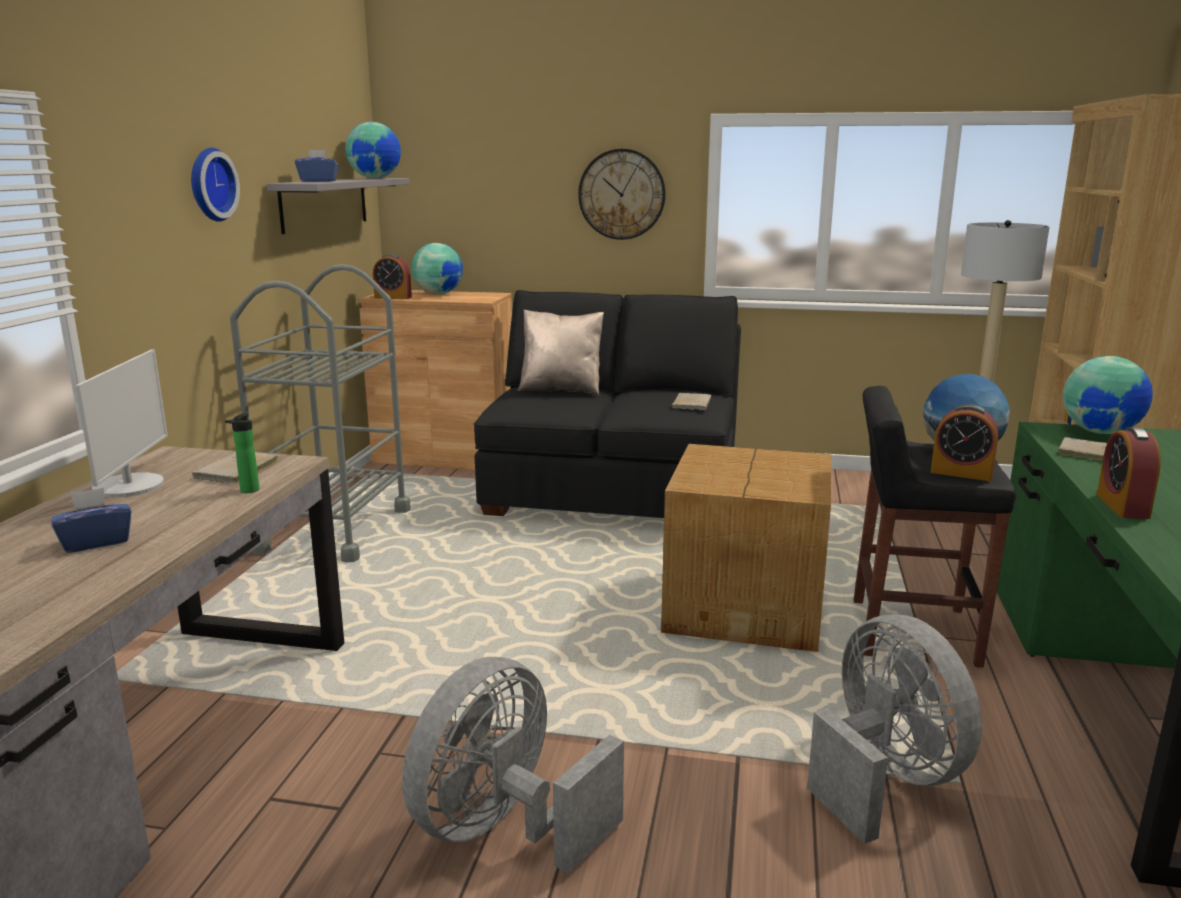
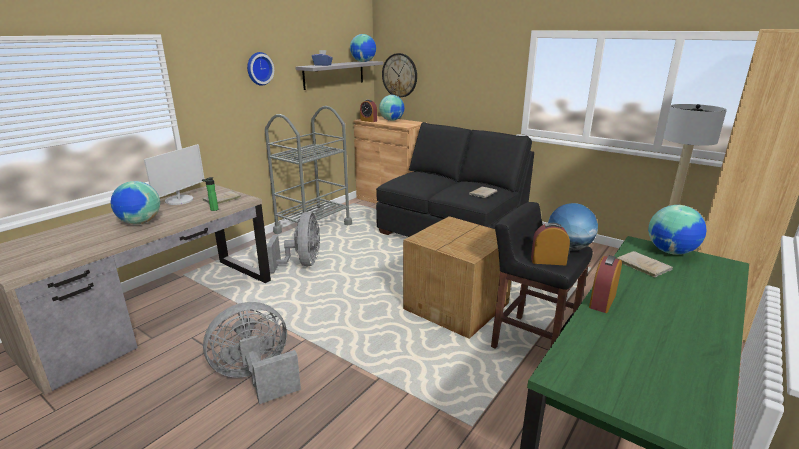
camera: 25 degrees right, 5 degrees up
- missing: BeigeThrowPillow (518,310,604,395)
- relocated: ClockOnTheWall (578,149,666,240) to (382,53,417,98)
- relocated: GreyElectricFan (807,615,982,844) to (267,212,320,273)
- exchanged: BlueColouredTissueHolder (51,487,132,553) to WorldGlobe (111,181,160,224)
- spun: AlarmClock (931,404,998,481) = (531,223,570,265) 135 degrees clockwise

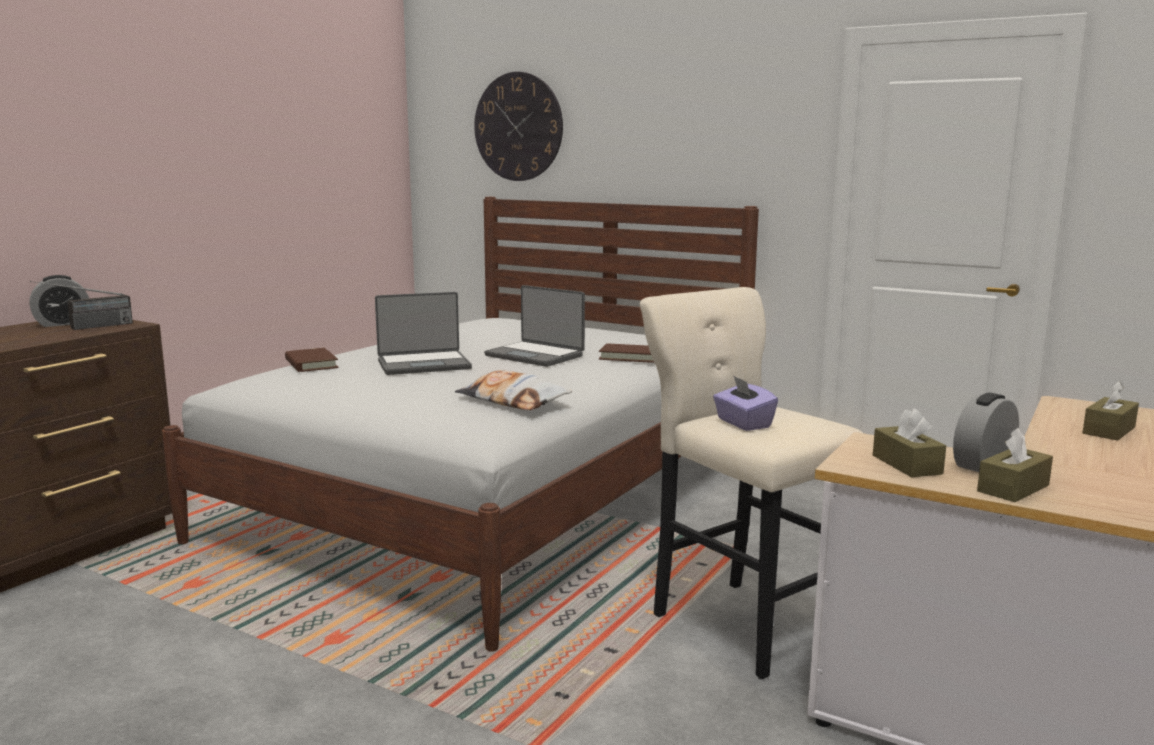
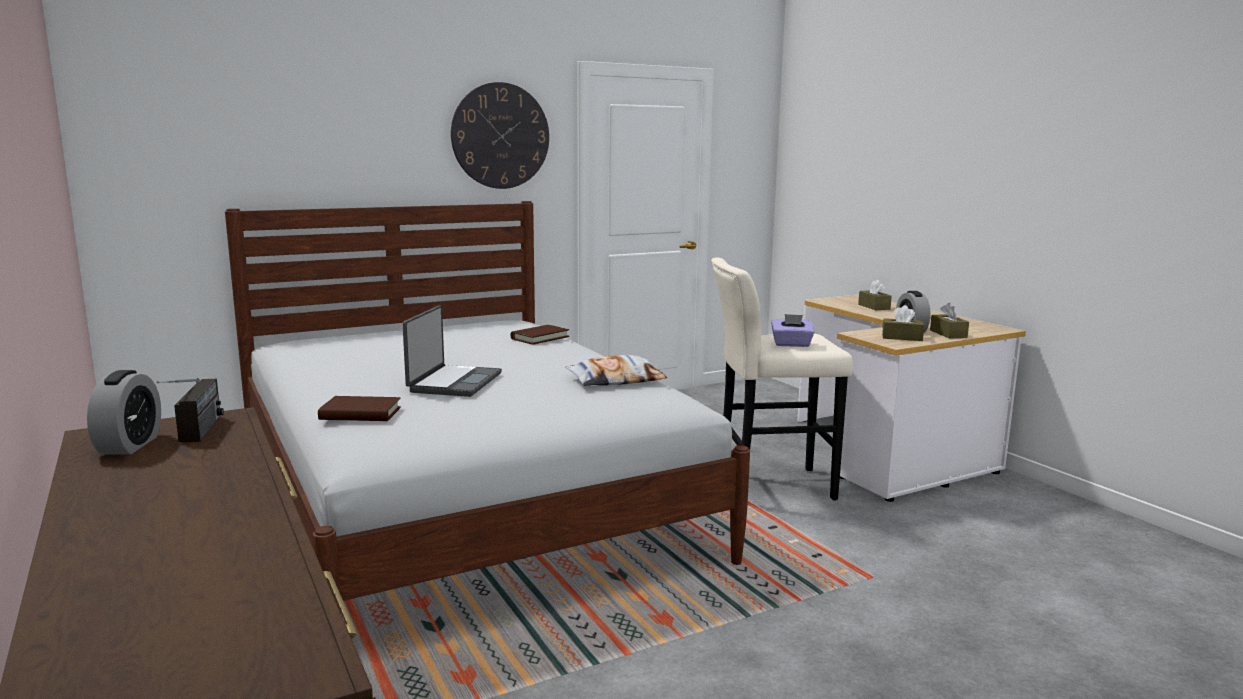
camera: 60 degrees left, 0 degrees up
- missing: PortableComputer (484,285,585,367)
- relocated: ClockOnTheWall (474,72,563,181) to (451,82,549,189)

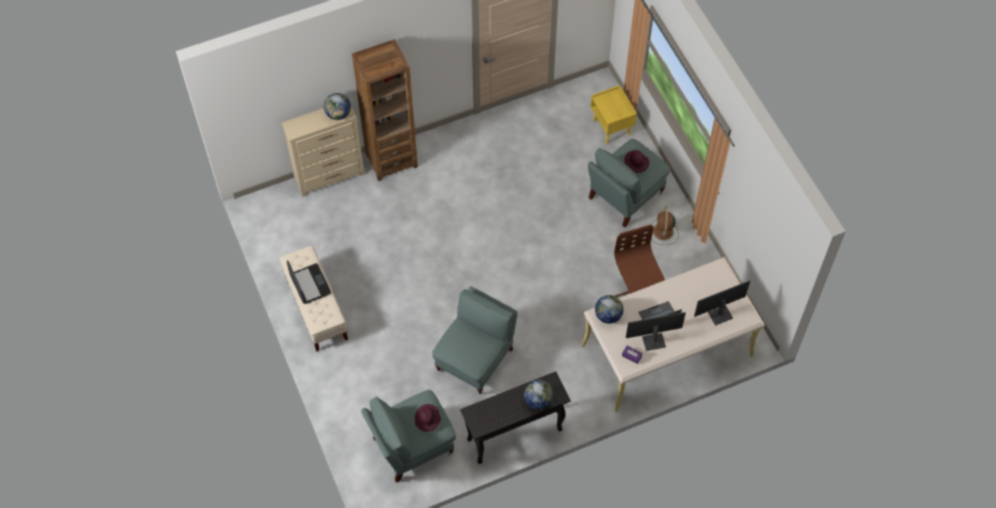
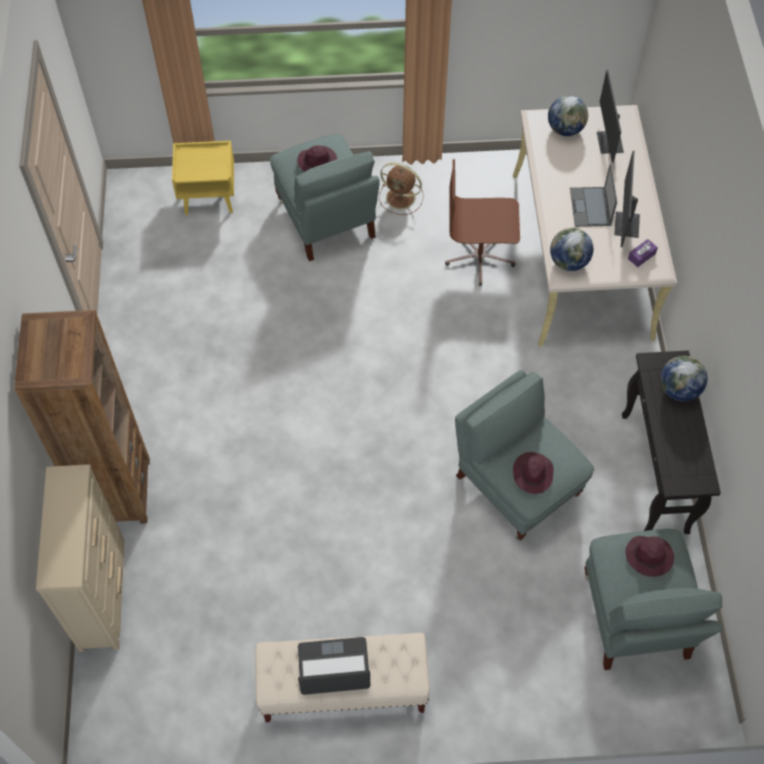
camera: 70 degrees left, 0 degrees up
- appeared: PurpleColouredClothingHat (513,452,553,494)
- relocated: WorldGlobe (324,93,351,120) to (548,95,588,136)

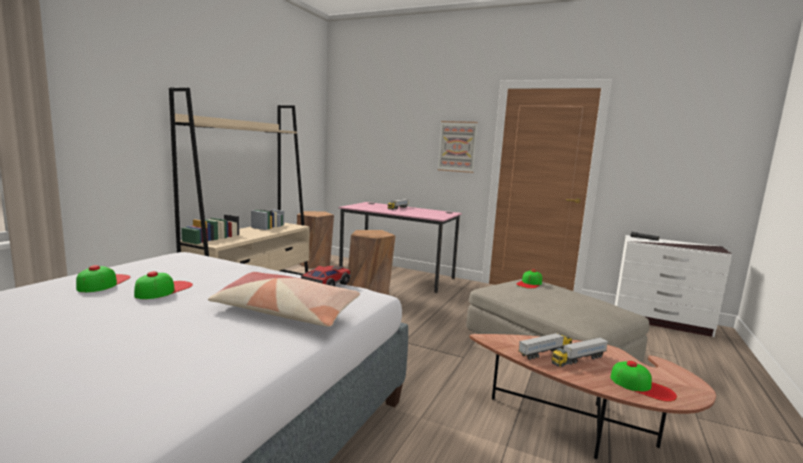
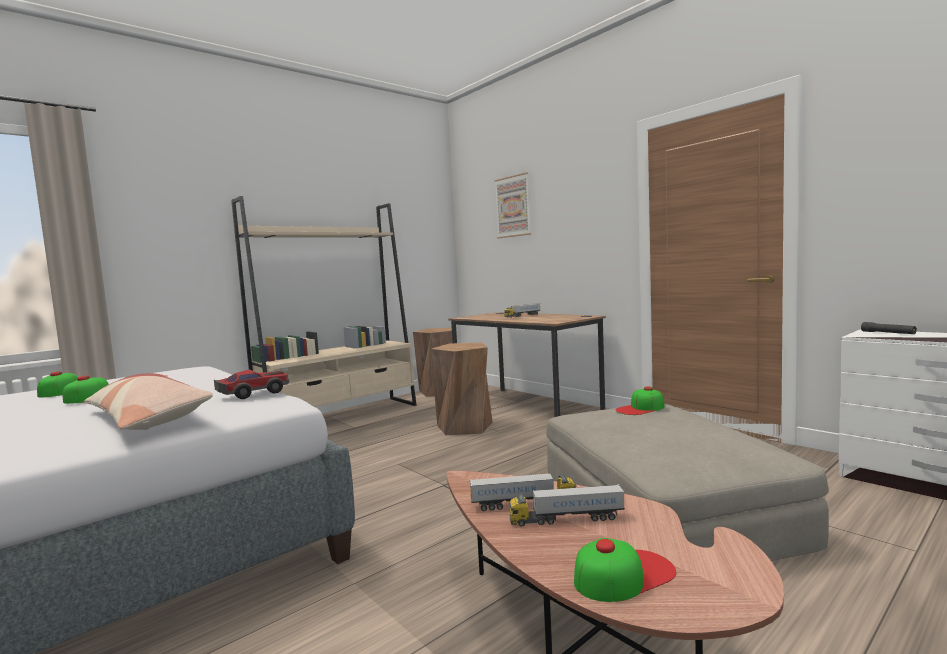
camera: 25 degrees right, 5 degrees down
- relocated: WallArt (438,121,478,173) to (494,172,531,238)
- colour: PinkColouredDeskTable (339,202,462,293) to BrownColouredDeskTable (449,312,606,417)
- spun: PeakedCap (610,361,677,402) = (574,538,676,602) 90 degrees counterclockwise

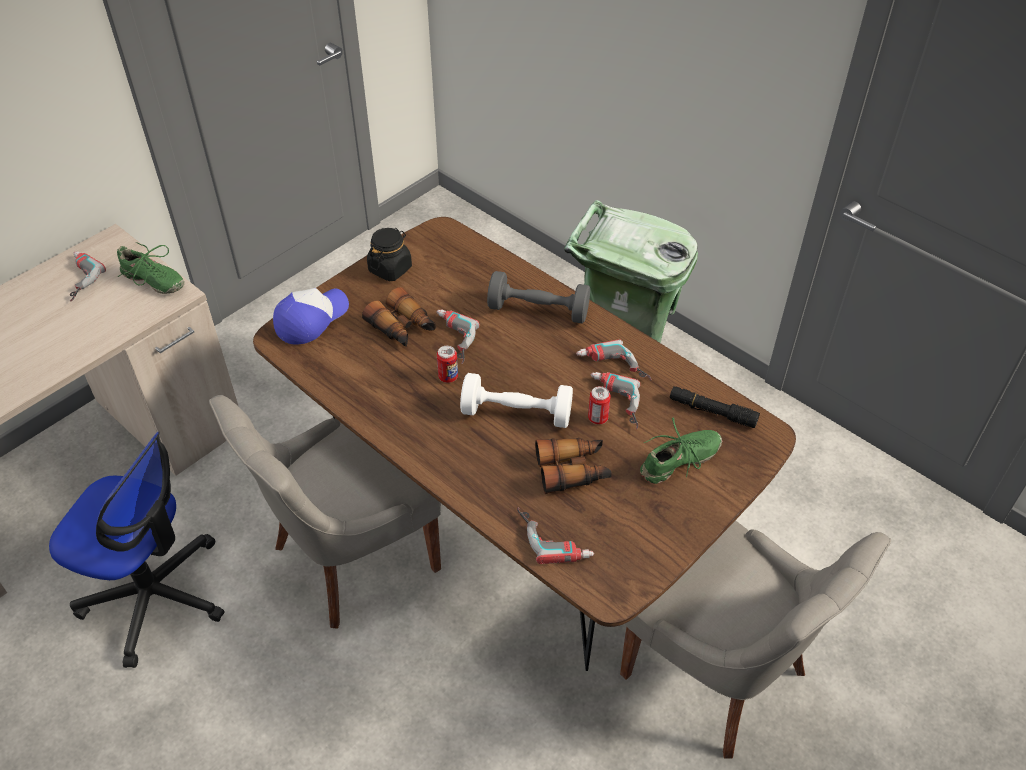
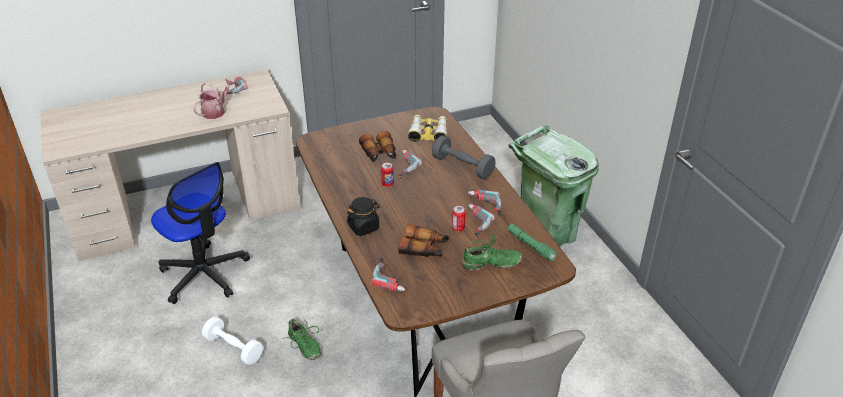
camera: 25 degrees right, 10 degrees down
- missing: GreyUprightChair (209,395,441,629)
- missing: PeakedCap (273,288,349,345)
- appeared: SprinklingCan (193,79,234,119)
- appeared: PairOfBinoculars (408,115,447,142)
- relocated: GreenColouredLowShoe (117,242,184,294) to (283,318,321,360)
- relocated: BlackColouredPreserveJar (367,228,412,281) to (347,197,380,236)
- relocated: WhiteDumbbell (460,373,573,428) to (202,317,263,365)
- colour: BlackColouredHandTorch (670,387,760,428) to GreenColouredHandTorch (508,224,557,261)

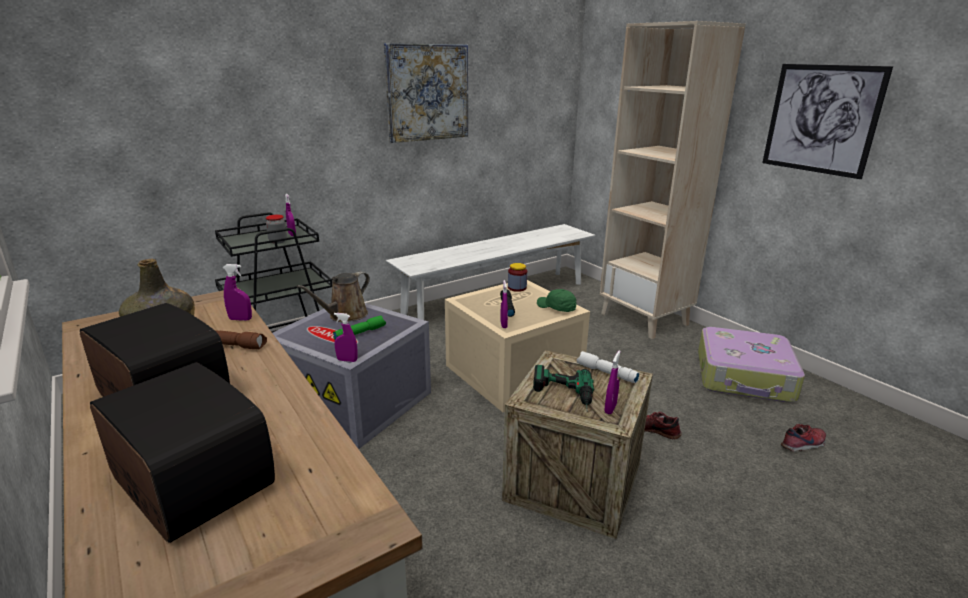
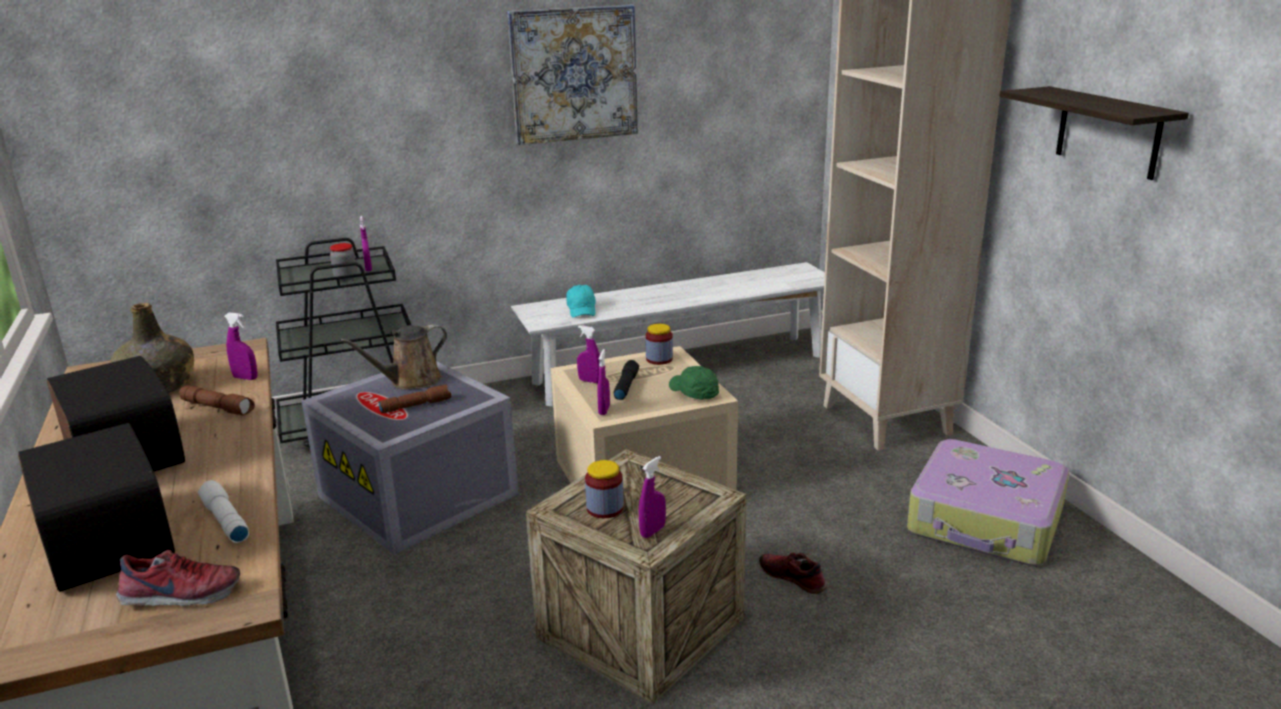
camera: 15 degrees right, 0 degrees up
- appeared: TurquoisePeakedCap (566,285,596,318)
- relocated: PurpleColouredHandSprayer (334,313,358,362) to (577,325,600,383)
- relocated: WhiteHandTorch (576,351,640,383) to (198,480,249,543)
- relocated: LowShoe (781,424,826,452) to (116,550,240,606)
- exchanged: PowerDrill (533,365,594,412) to PreserveJar (585,460,624,518)
- exchanged: WallArt (762,64,893,179) to BracketShelf (999,86,1189,180)
- colour: GreenColouredHandTorch (333,315,386,339) to BrownColouredHandTorch (378,385,451,413)

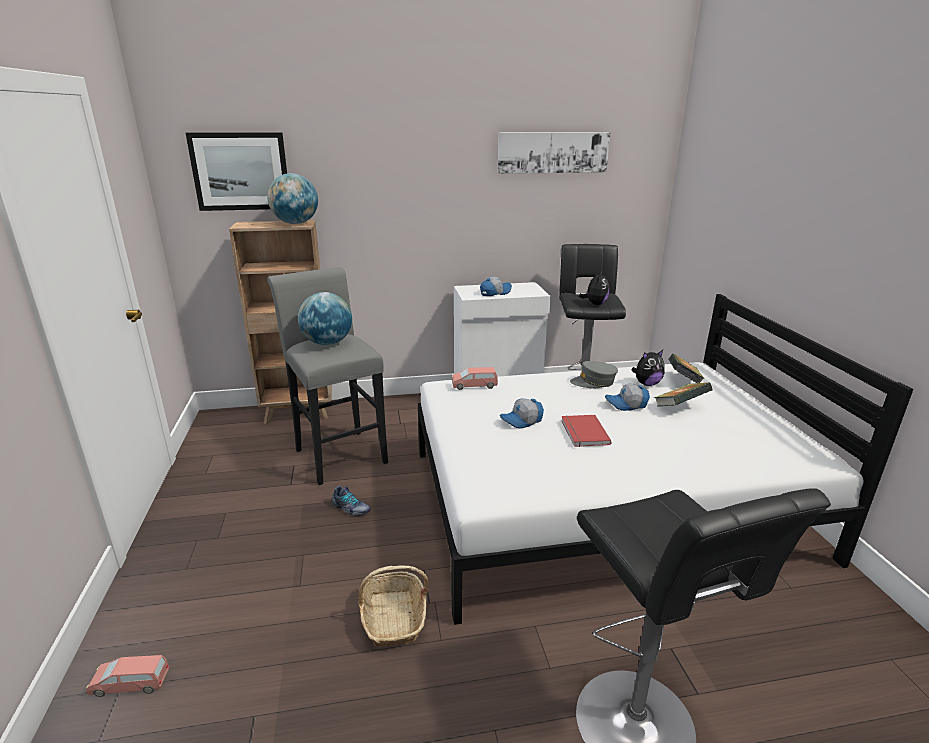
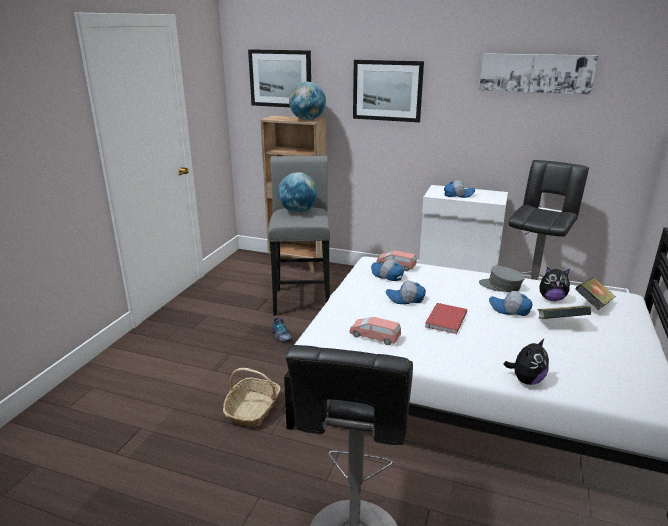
camera: 30 degrees right, 0 degrees up
- appeared: WallArt (353,60,424,122)
- appeared: PeakedCap (371,259,404,281)
- relocated: PinkColouredToyCar (86,655,169,697) to (350,317,401,345)
- relocated: SoftToy (579,270,609,305) to (504,338,549,385)

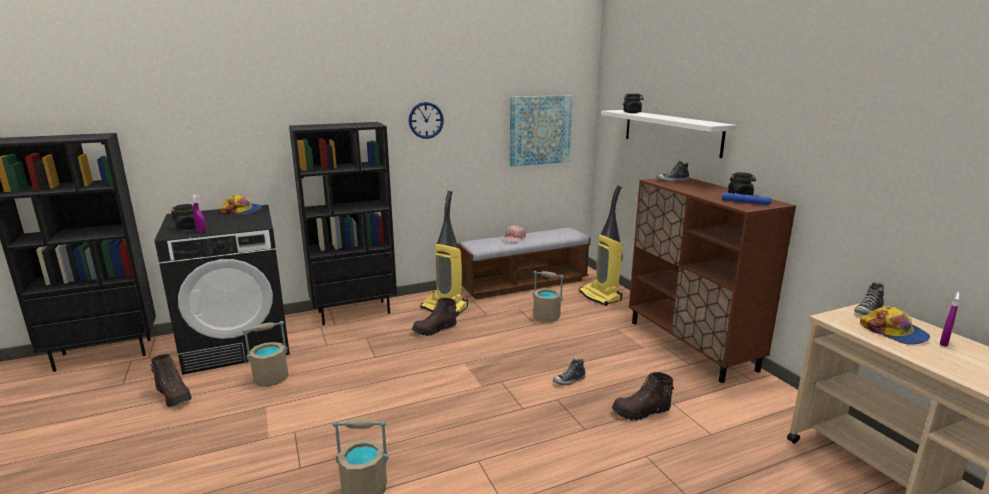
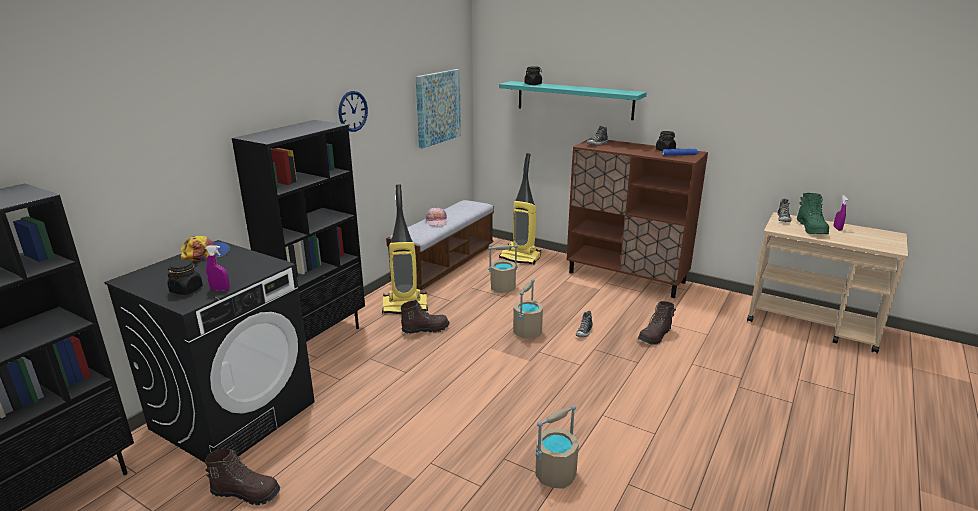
camera: 35 degrees left, 5 degrees up
- relocated: BeigePail (242,321,288,387) to (513,279,543,338)
- exchanged: PeakedCap (860,306,930,345) to GreenColouredHighTopBoot (797,193,829,234)
- colour: WhiteBracketShelf (601,110,737,158) to TurquoiseBracketShelf (499,81,647,120)
- spun: BrownColouredHighTopBoot (412,298,457,336) = (400,300,449,334) 135 degrees counterclockwise

